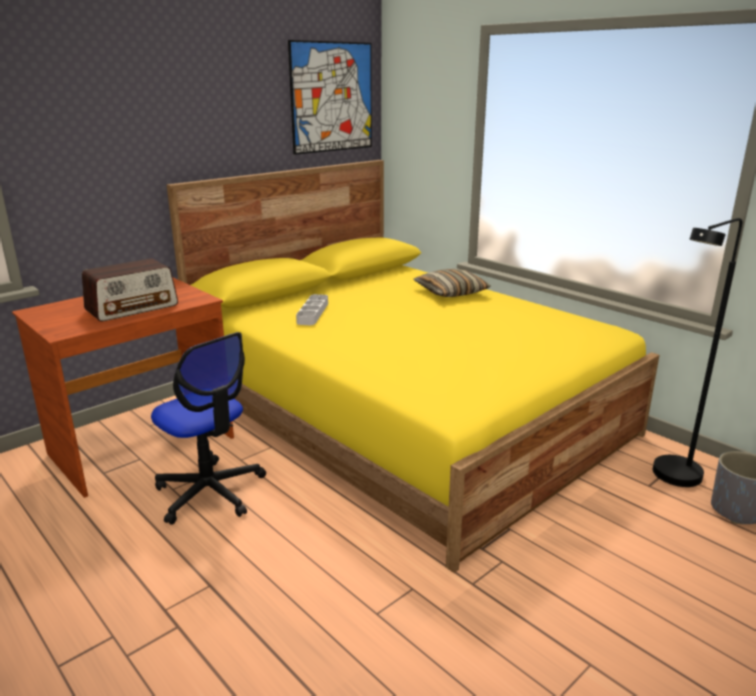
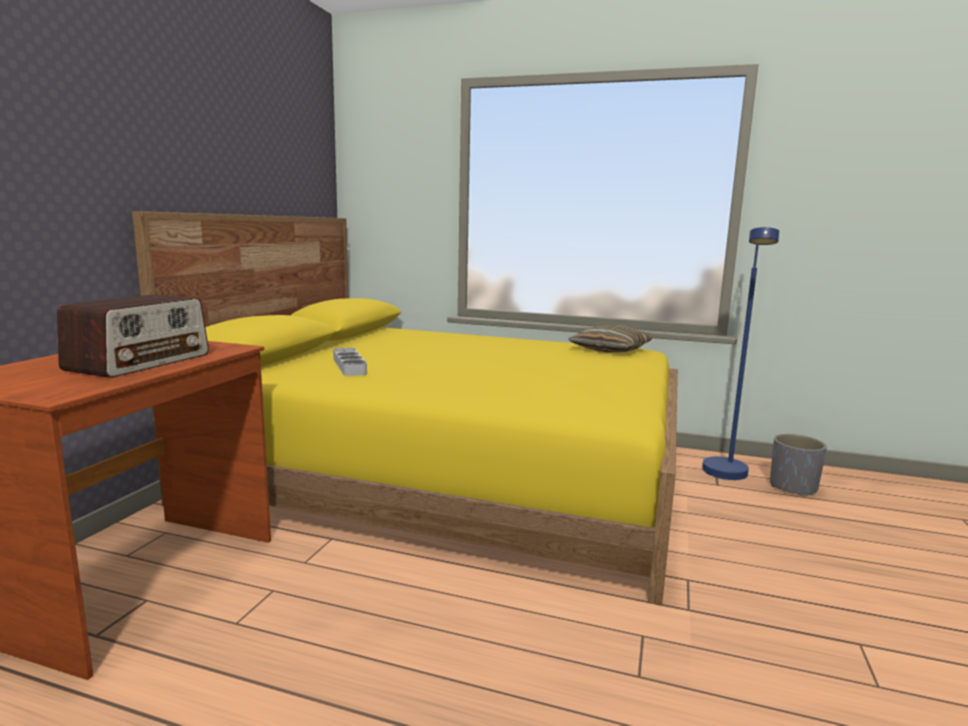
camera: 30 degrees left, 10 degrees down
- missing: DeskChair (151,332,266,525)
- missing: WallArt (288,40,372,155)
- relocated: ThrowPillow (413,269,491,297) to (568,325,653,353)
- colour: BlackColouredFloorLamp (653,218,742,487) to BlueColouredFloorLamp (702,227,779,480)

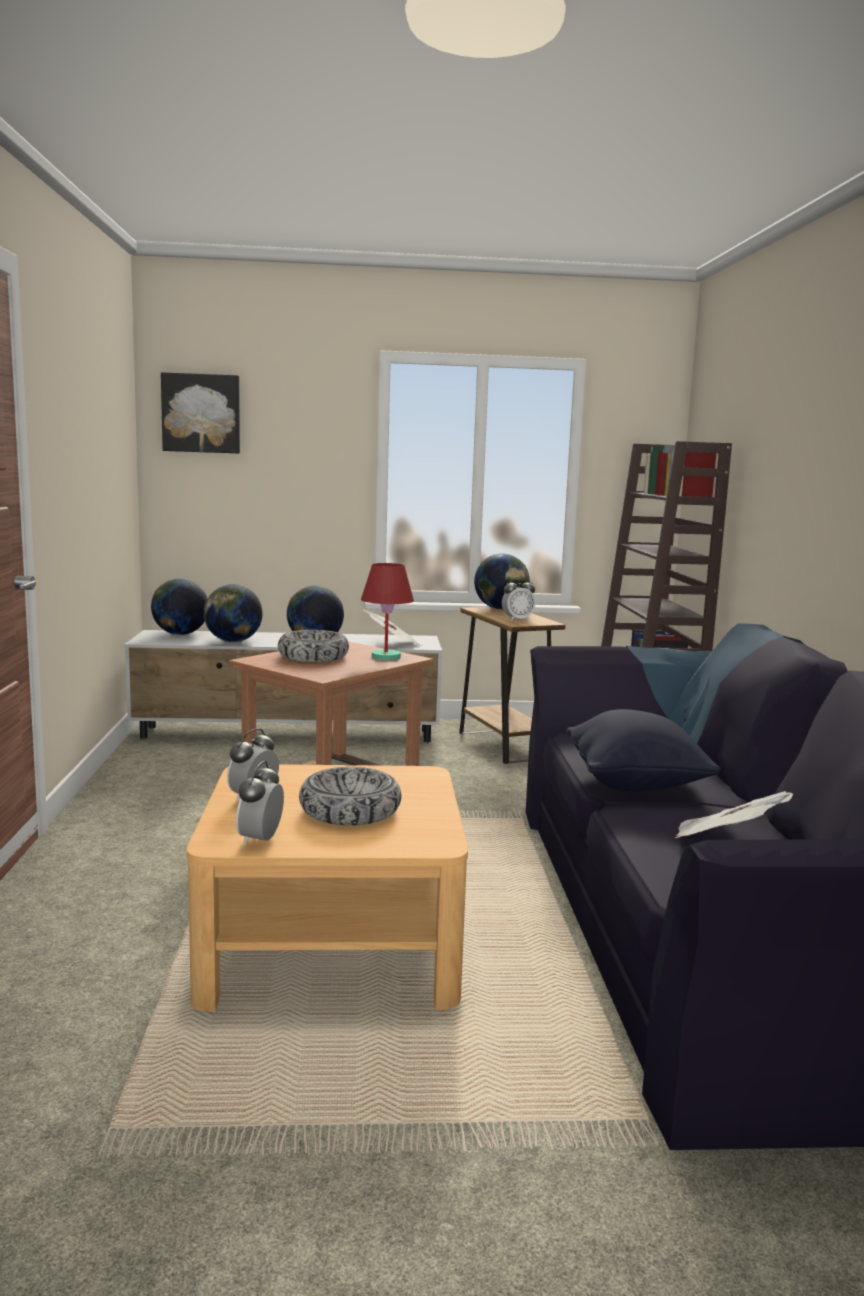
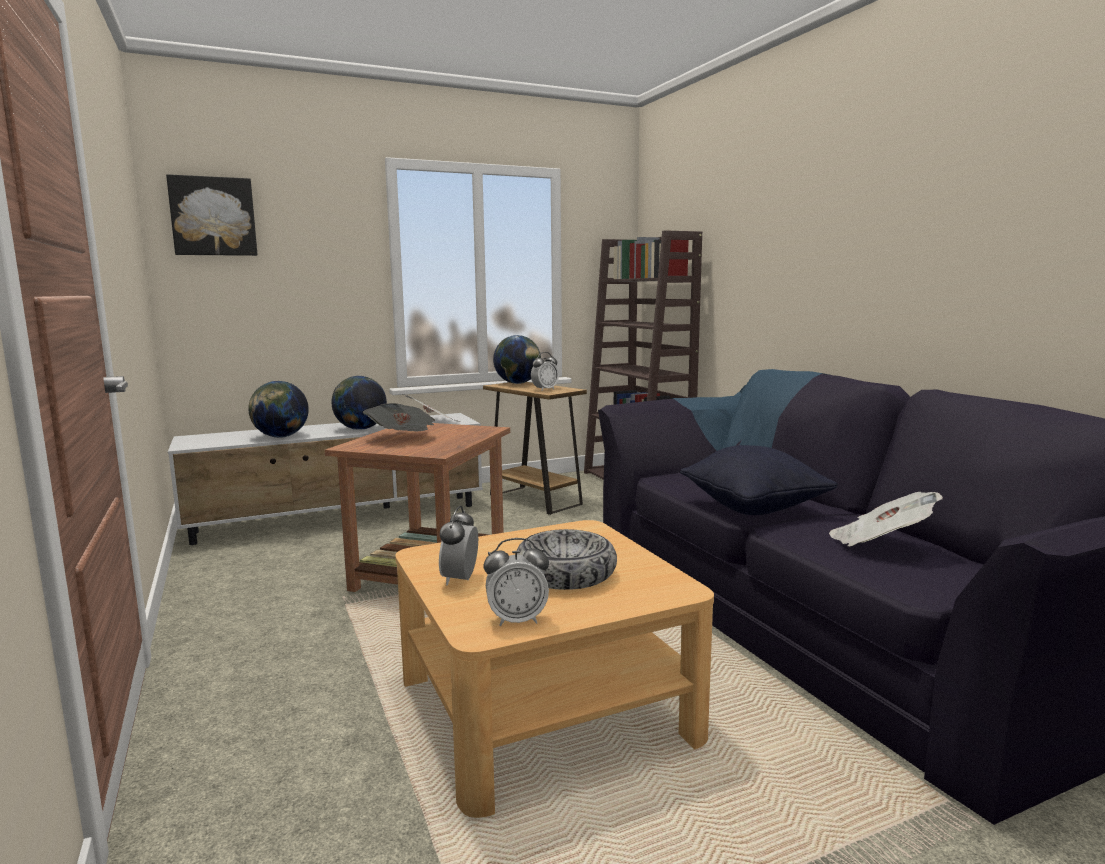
camera: 20 degrees left, 0 degrees up
- missing: WorldGlobe (151,579,207,635)
- missing: ReddishLampForATable (361,563,414,660)
- exchanged: ServingBowl (278,630,349,662) to DailyPaper (363,403,435,431)
- spun: AlarmClock (236,761,284,846) = (483,538,549,626) 90 degrees counterclockwise

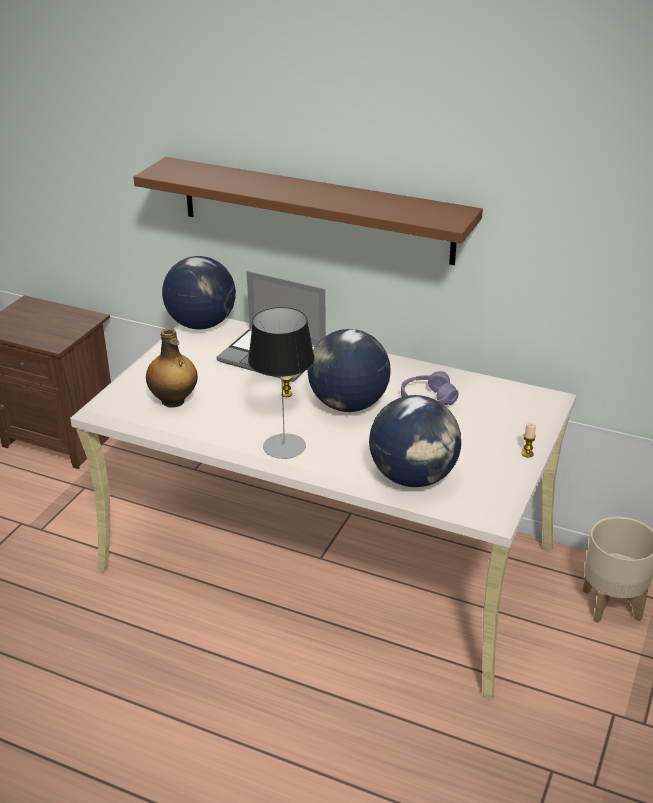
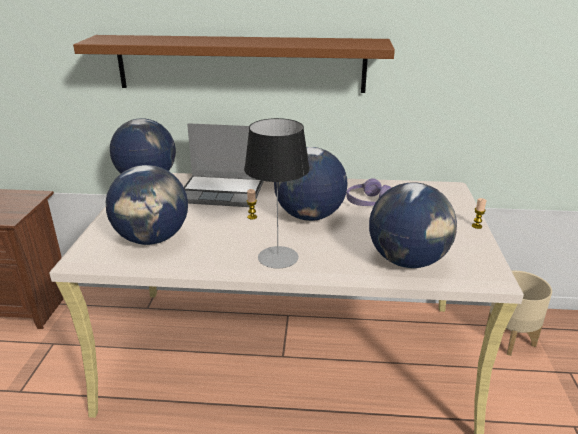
camera: 20 degrees left, 5 degrees down
- exchanged: DrinkBottle (146,328,198,407) to WorldGlobe (106,165,188,245)

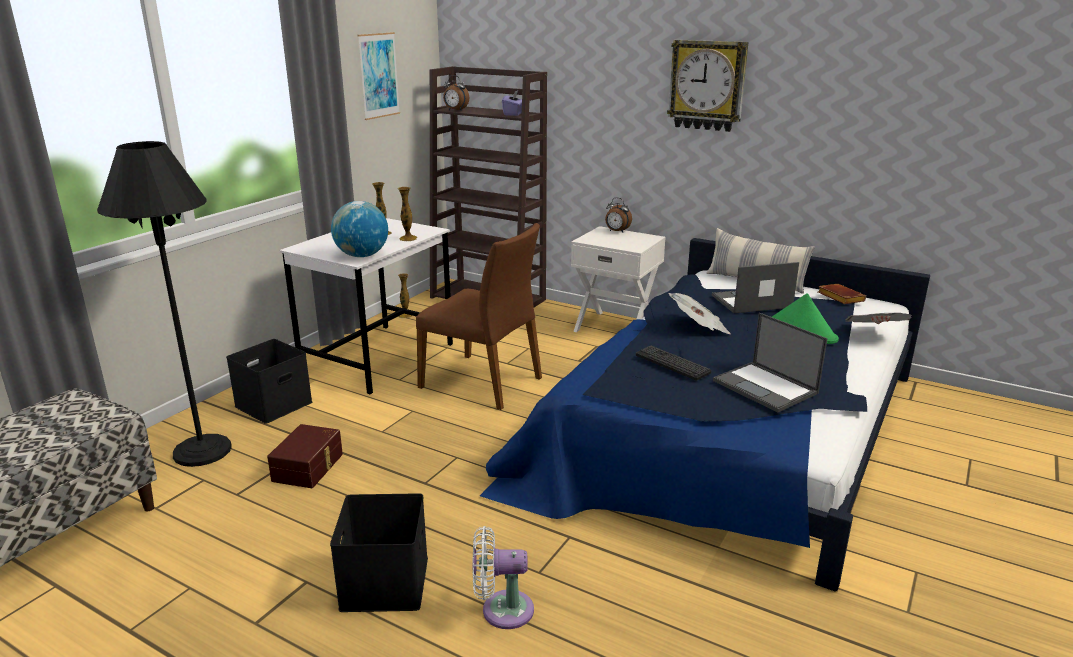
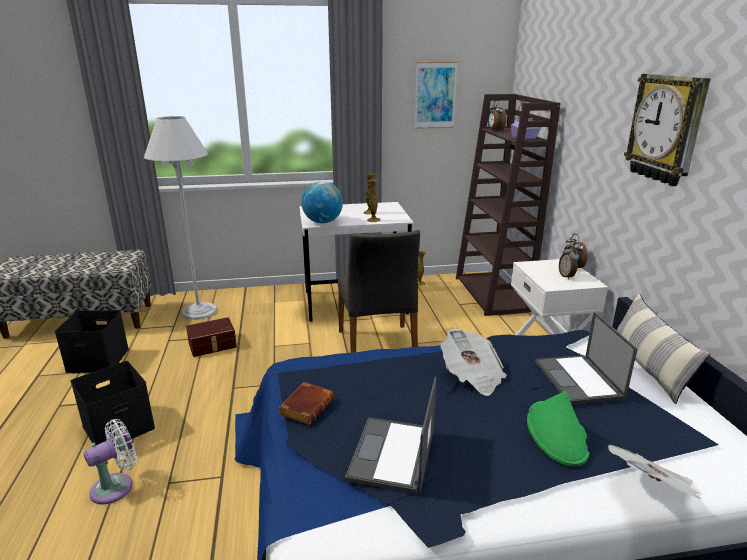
camera: 50 degrees right, 0 degrees up
- missing: ComputerKeyboard (636,346,711,381)
- appeared: AlarmClock (559,246,579,279)
- relocated: BlackColouredStorageBin (226,339,313,424) to (55,310,129,373)
- relocated: BrownColouredVolume (818,284,866,304) to (278,382,335,425)
- colour: BlackColouredFloorLamp (97,141,232,467) to WhiteFloorLamp (144,116,217,320)
- colour: BrownColouredUprightChair (416,223,542,410) to GreyUprightChair (338,230,420,353)
- spun: WhiteElectricFan (473,526,534,629) = (84,419,137,505) 90 degrees clockwise
- spun: PortableComputer (712,262,799,313) = (535,312,637,404) 135 degrees counterclockwise

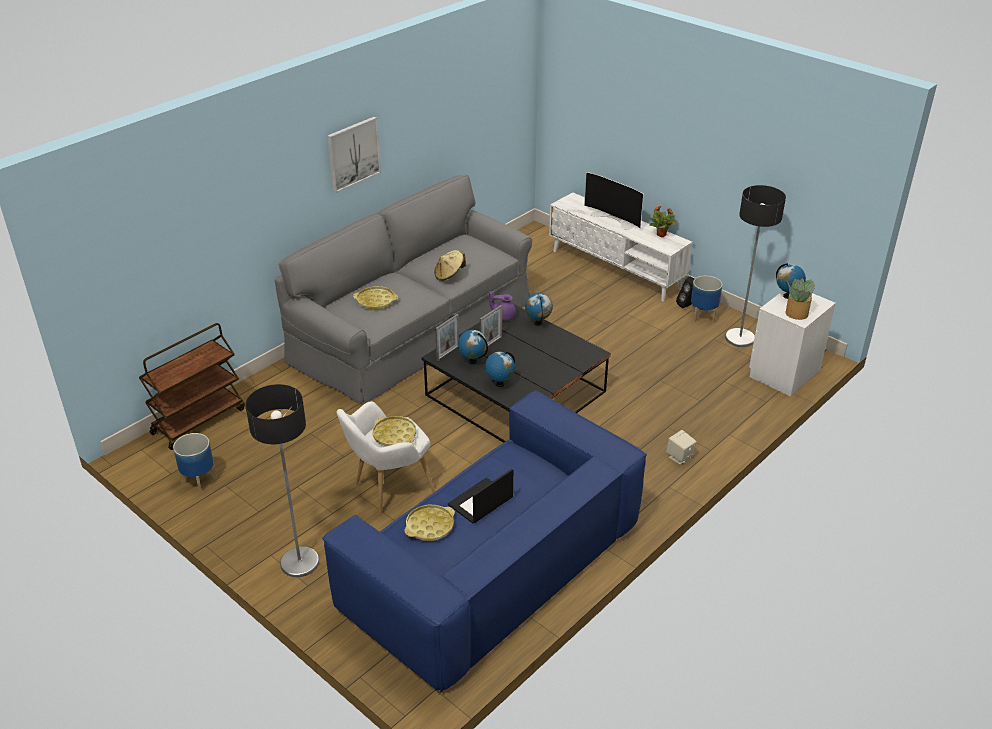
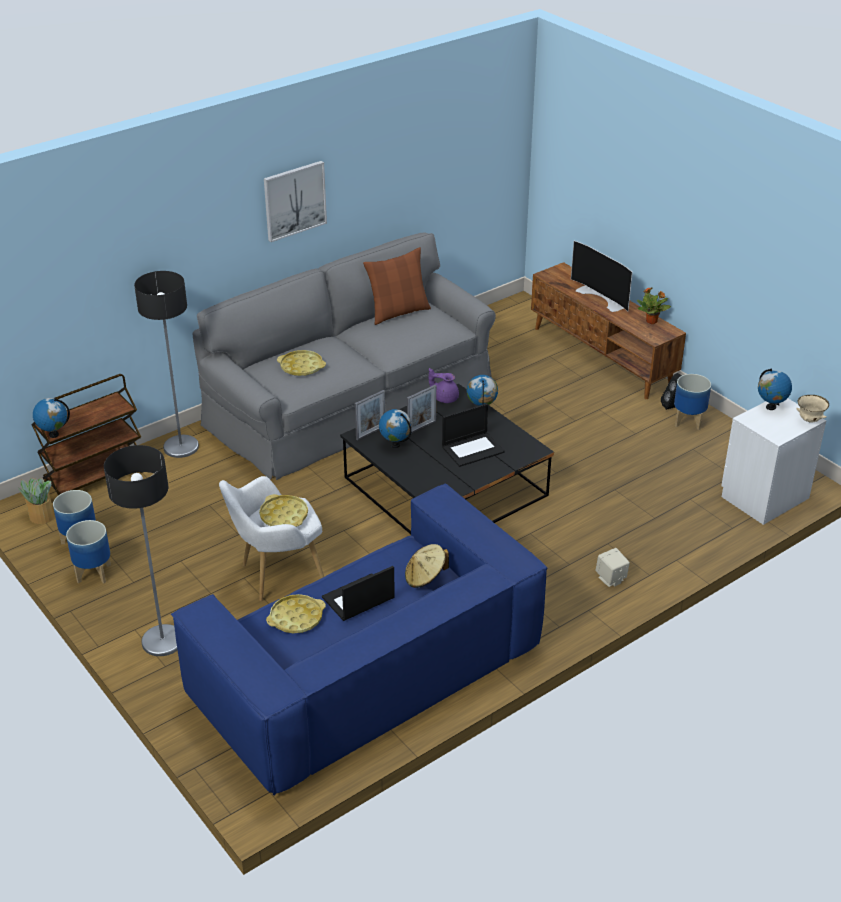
camera: 10 degrees right, 0 degrees up
- appeared: FlowerPot (66,520,111,583)
- appeared: BrownColouredThrowPillow (363,247,431,325)
- appeared: PortableComputer (442,403,505,467)
- appeared: BeigeServingBowl (796,395,829,422)
- relocated: BeigeClothingHat (434,250,466,281) to (405,544,449,588)
- relocated: WorldGlobe (485,351,515,387) to (33,398,70,438)
- relocated: FloorLamp (725,185,786,347) to (134,271,199,458)
- relocated: PlantInAPot (785,278,816,320) to (18,478,54,524)
- colour: WhiteTvUnit (549,192,693,302) to BrownColouredTvUnit (531,262,686,399)

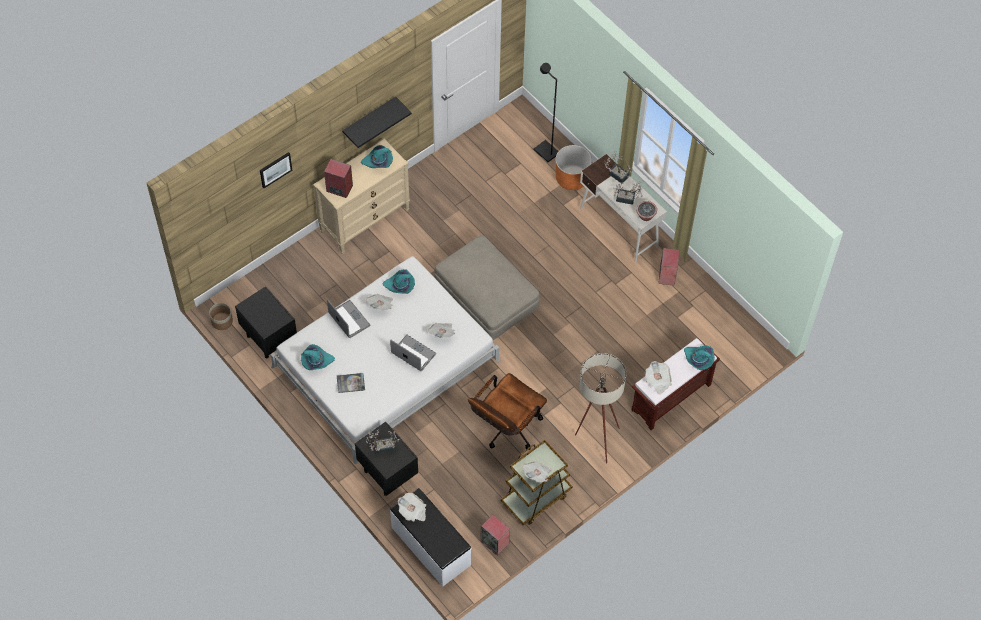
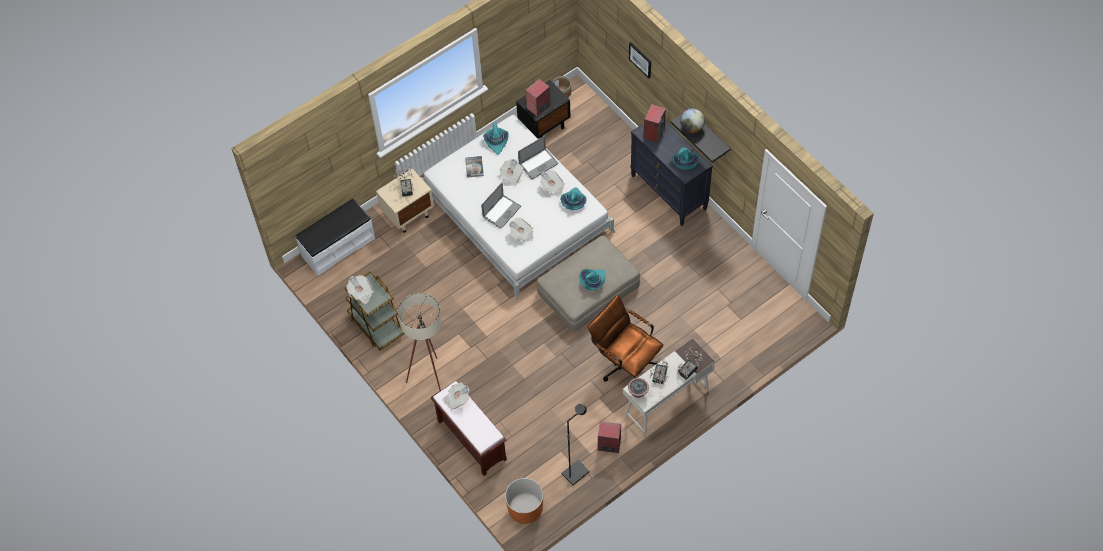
camera: 95 degrees right, 0 degrees up
- appeared: WorldGlobe (680,108,705,133)
- relocated: DailyPaper (398,493,426,522) to (500,159,523,186)
- relocated: BrownColouredDeskChair (468,373,547,450) to (588,295,664,382)
- relocated: Loudspeaker (481,514,510,556) to (526,79,551,116)
- relocated: BlackColouredFloorLamp (534,63,558,162) to (562,404,589,485)
- relocated: OrangeFlowerPot (555,145,592,190) to (505,478,543,524)
- relocated: TurquoiseClothingHat (684,345,715,370) to (580,269,606,291)
- colour: BeigeDresser (313,139,410,254) to BlackColouredDresser (630,120,713,226)
- colour: BlackColouredNightstand (355,422,418,496) to BeigeNightstand (376,168,434,233)

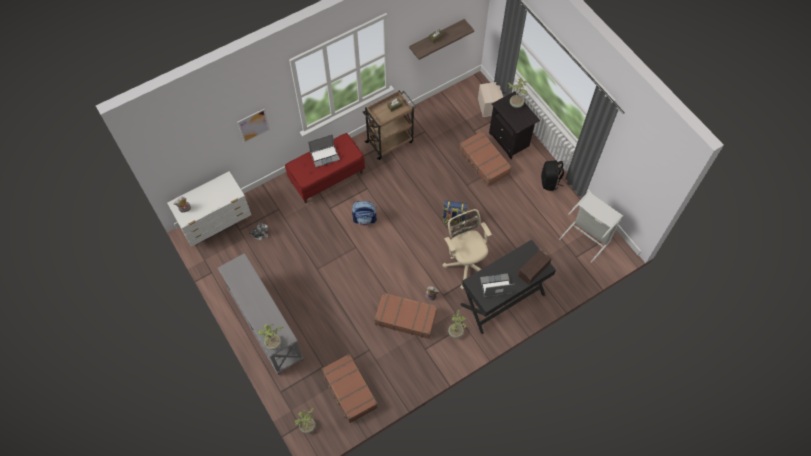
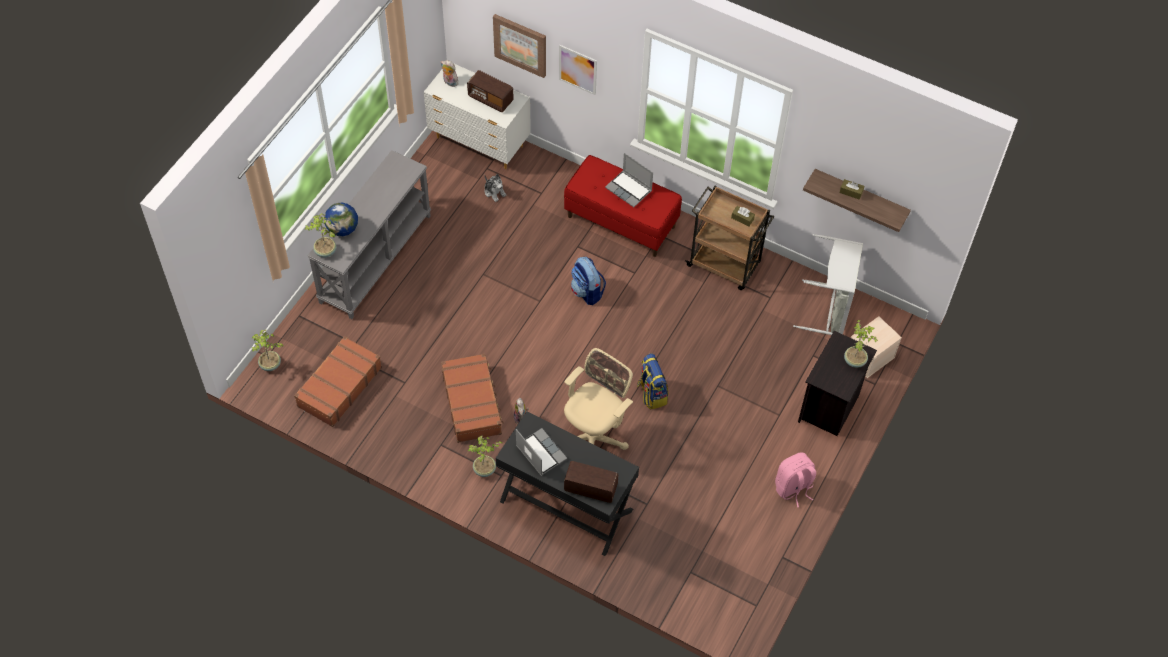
camera: 60 degrees right, 5 degrees down
- missing: BrownColouredPieceOfLuggage (459,131,512,186)
- appeared: WorldGlobe (324,202,358,236)
- appeared: RadioReceiver (467,70,514,112)
- appeared: WallArt (493,14,546,78)
- relocated: GreyWashingBasket (559,191,623,263) to (793,234,863,335)
- colour: BlackColouredBackpack (541,160,564,191) to PinkColouredBackpack (775,452,816,508)

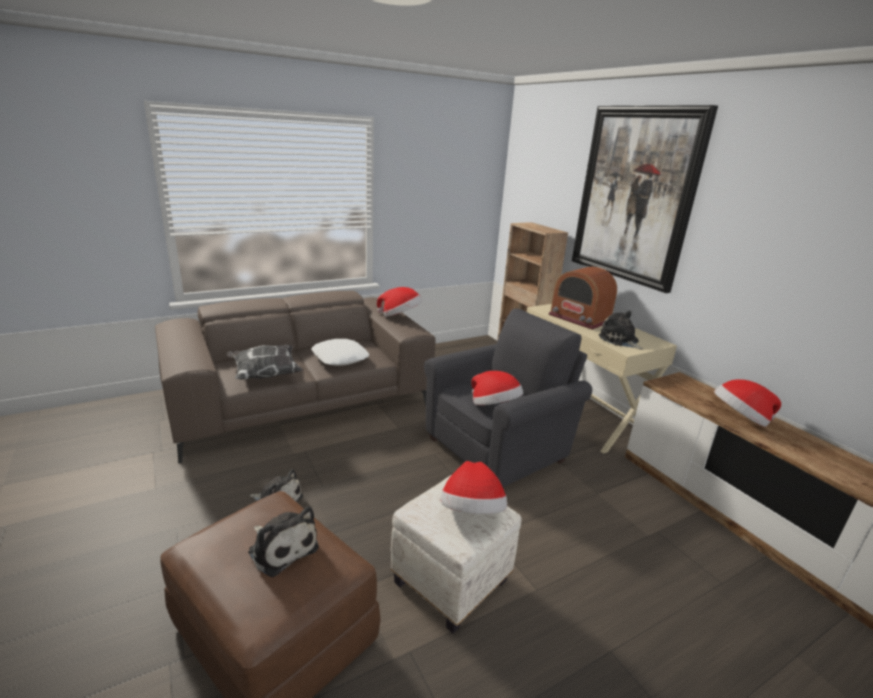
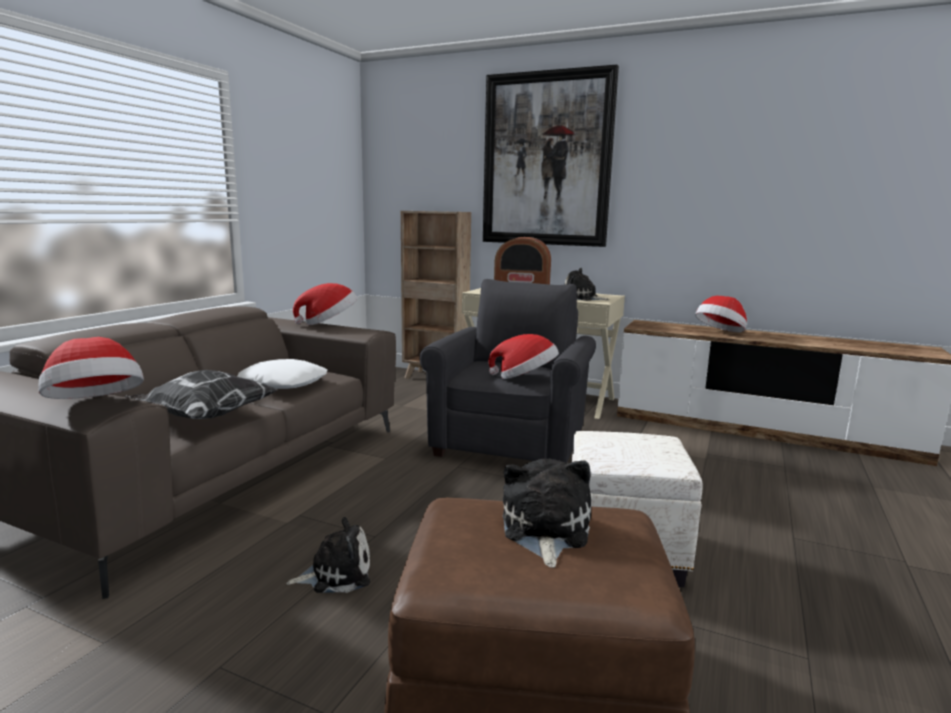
camera: 35 degrees left, 10 degrees down
- relocated: ClothingHat (440,461,507,514) to (38,337,144,399)
- spun: SoftToy (248,506,319,577) = (503,459,591,568) 90 degrees counterclockwise

